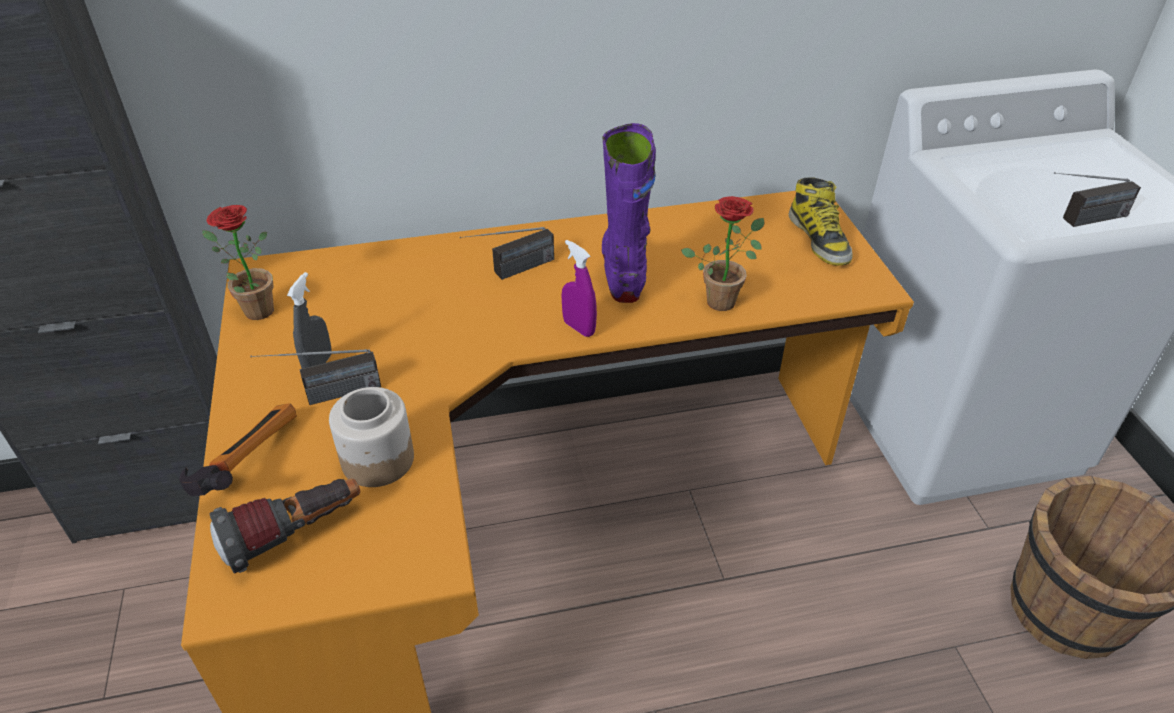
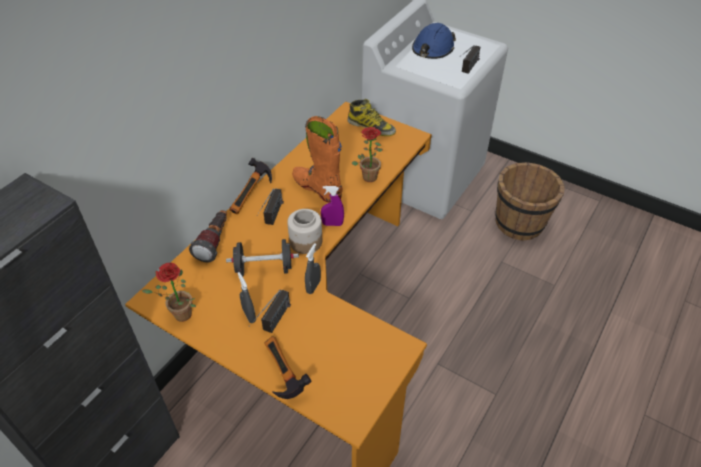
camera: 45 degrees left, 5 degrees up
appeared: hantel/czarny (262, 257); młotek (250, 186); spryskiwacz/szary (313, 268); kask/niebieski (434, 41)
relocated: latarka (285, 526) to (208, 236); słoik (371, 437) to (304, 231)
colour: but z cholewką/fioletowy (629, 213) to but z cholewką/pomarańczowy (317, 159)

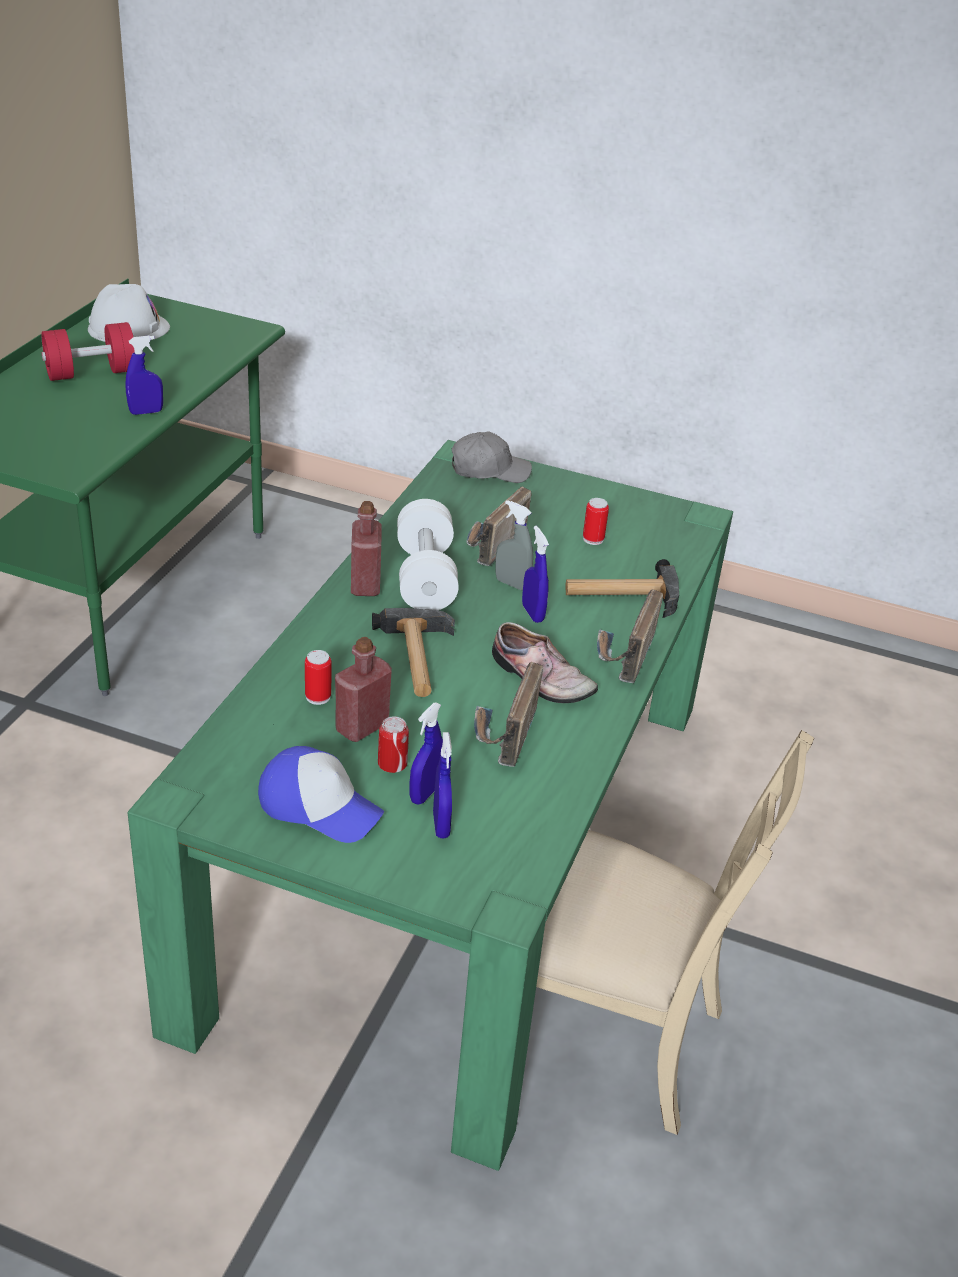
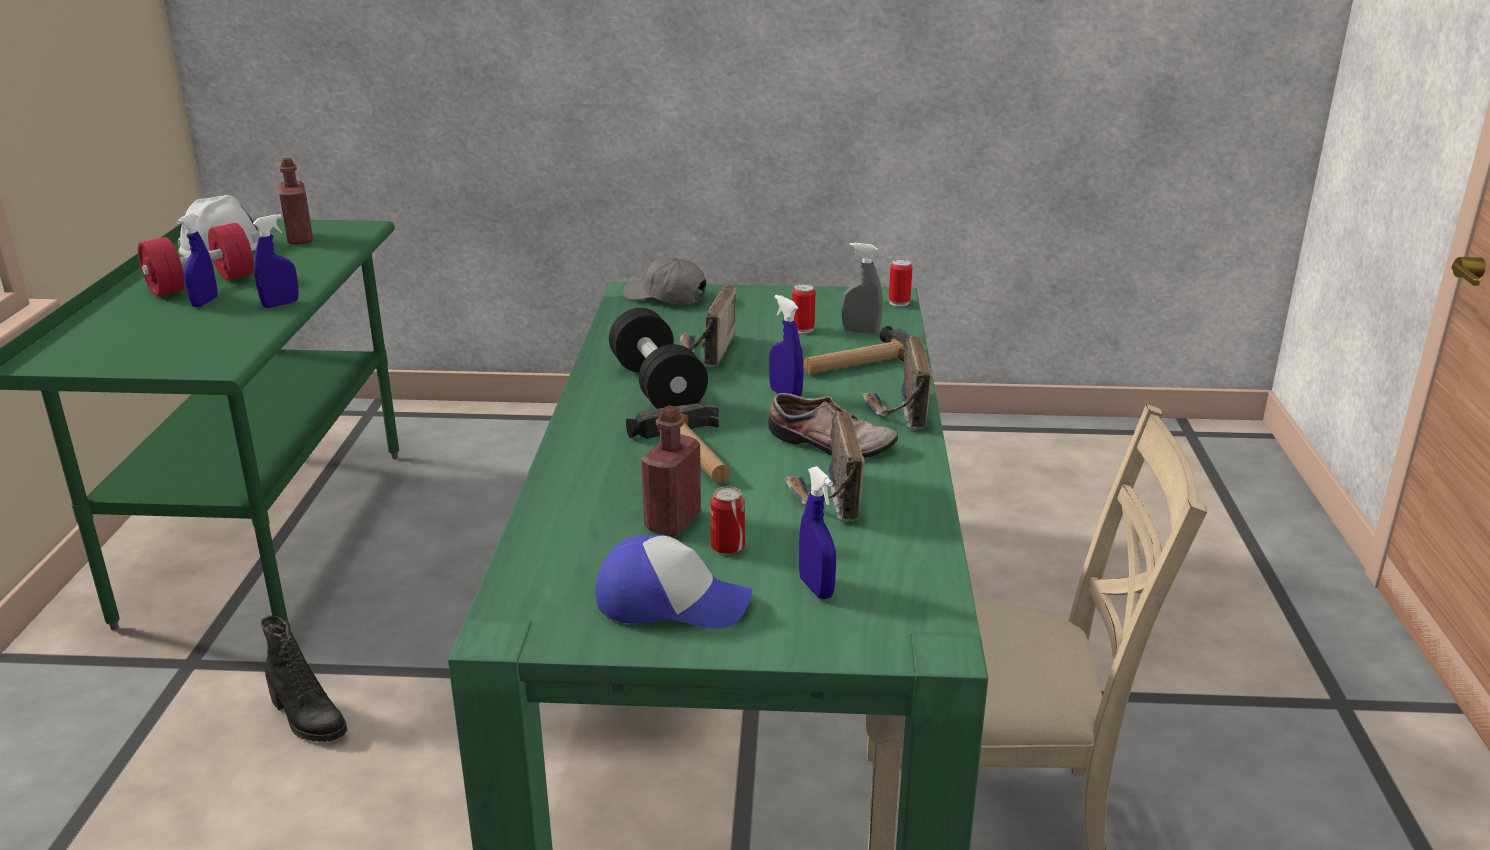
camera: 15 degrees left, 10 degrees down
appeared: but z cholewką/czarny (304, 679)
relocated: spryskiwacz/niebieski (426, 754) to (196, 260); butelka/czerwony (366, 548) to (295, 201); spryskiwacz/szary (514, 545) to (862, 288); puszka (318, 677) to (900, 282)
colour: hantel/biały (428, 554) to hantel/czarny (658, 358)
spun: czapka z daszkiem/szary (492, 457) = (665, 280) 135 degrees counterclockwise

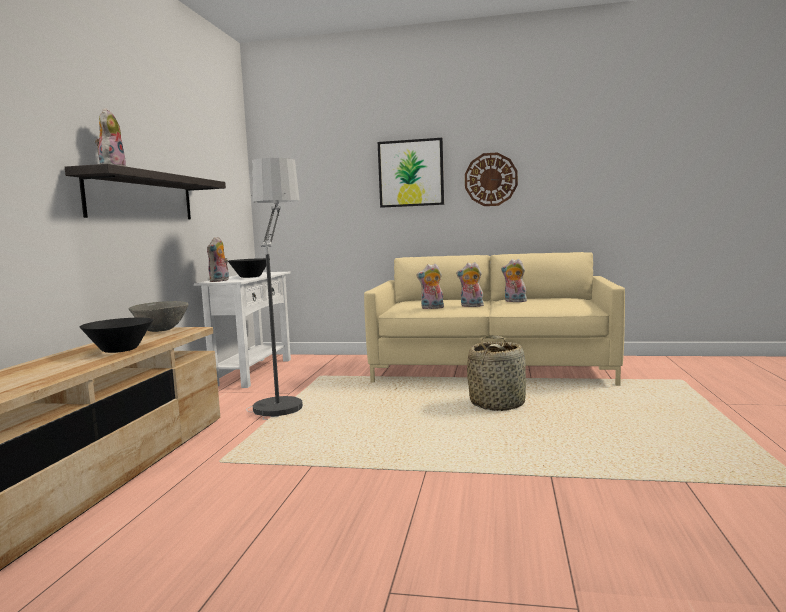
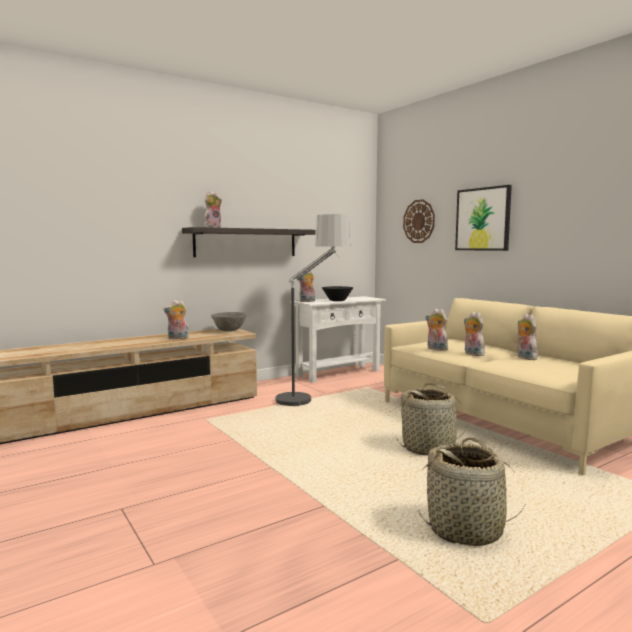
camera: 45 degrees right, 0 degrees up
appeared: koszyk (472, 491)
relocated: zegar ścienny (491, 179) to (419, 221)
exchanged: miska/czarny (116, 335) to pluszak (176, 319)

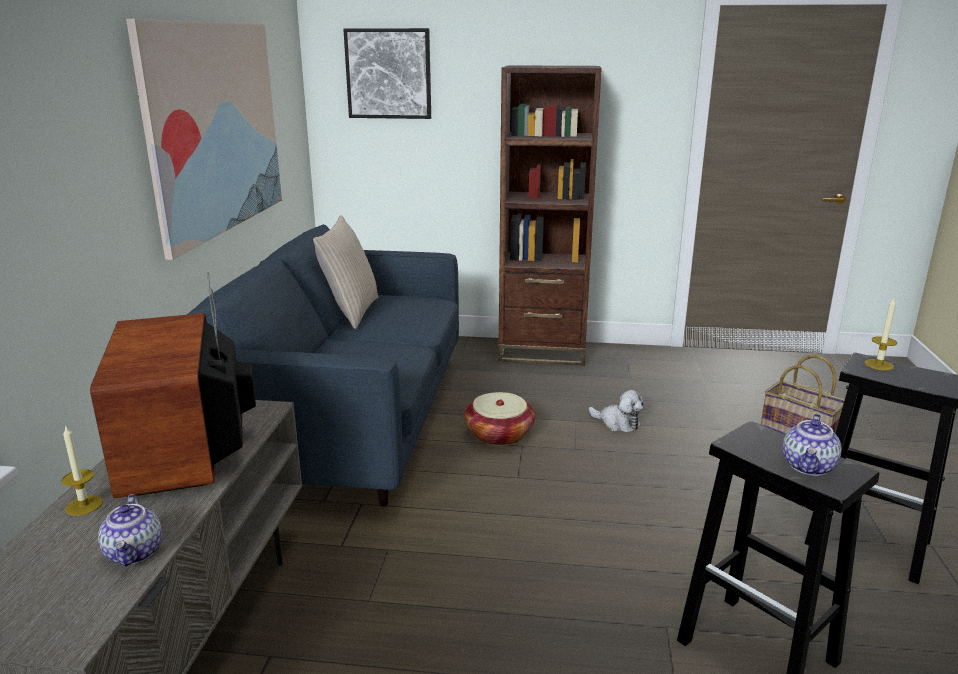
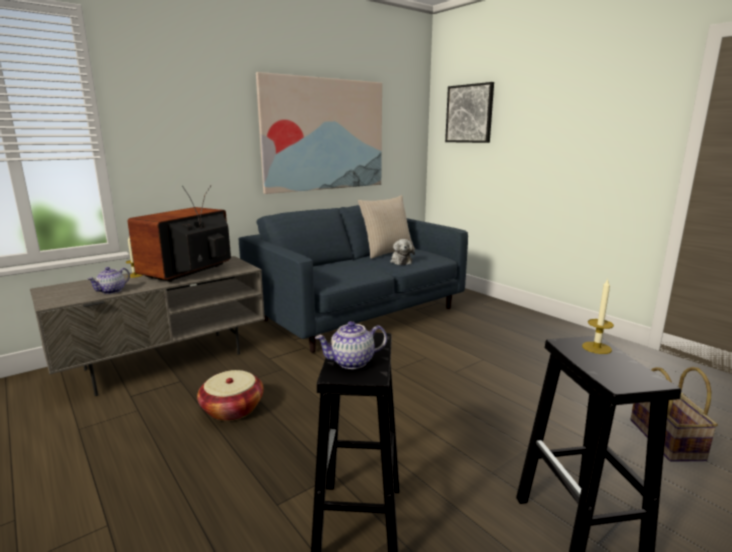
camera: 45 degrees right, 5 degrees down
missing: regał/brązowy (550, 215)
relocated: koszyk (499, 419) to (230, 395); pluszak (616, 411) to (402, 252)

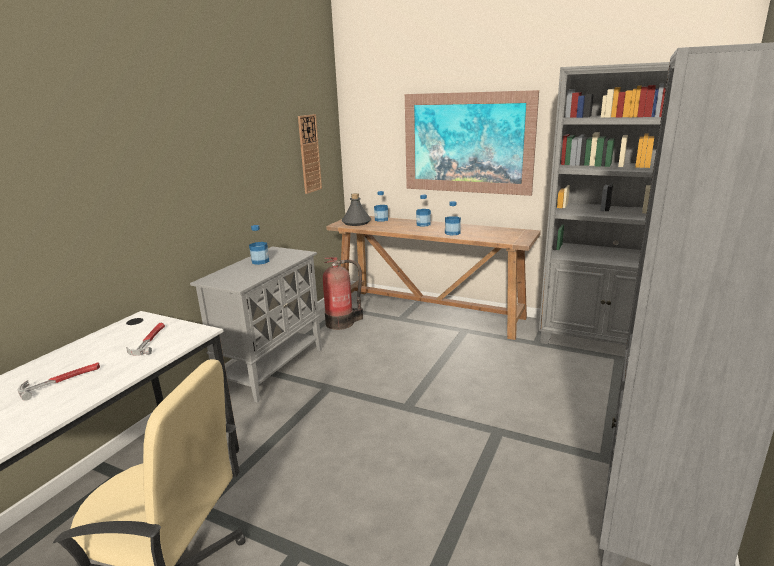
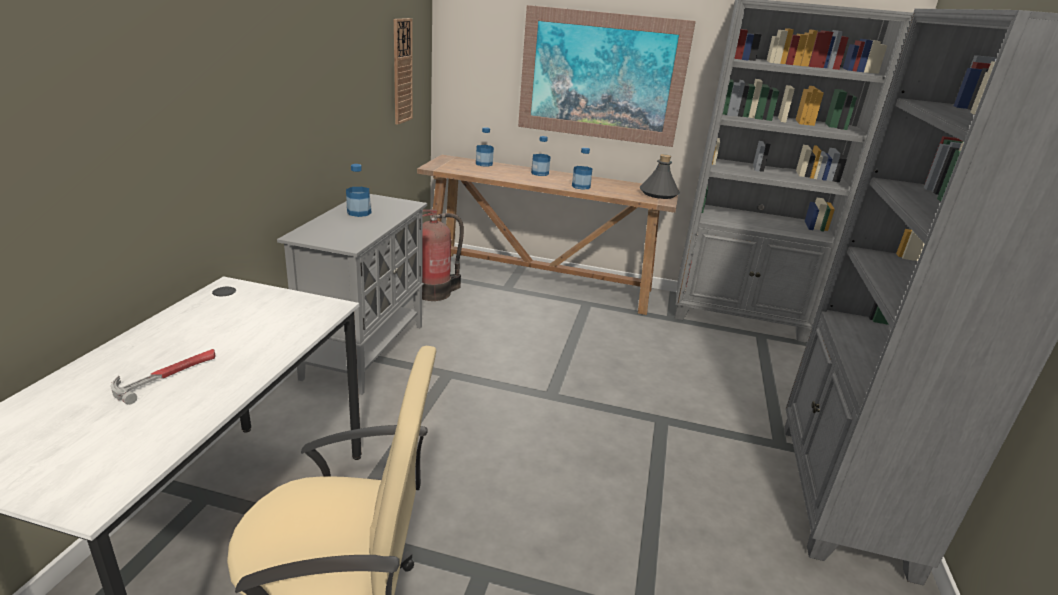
camera: 15 degrees left, 5 degrees up
missing: młotek (145, 339)
relocated: butelka/szary (356, 209) to (660, 176)

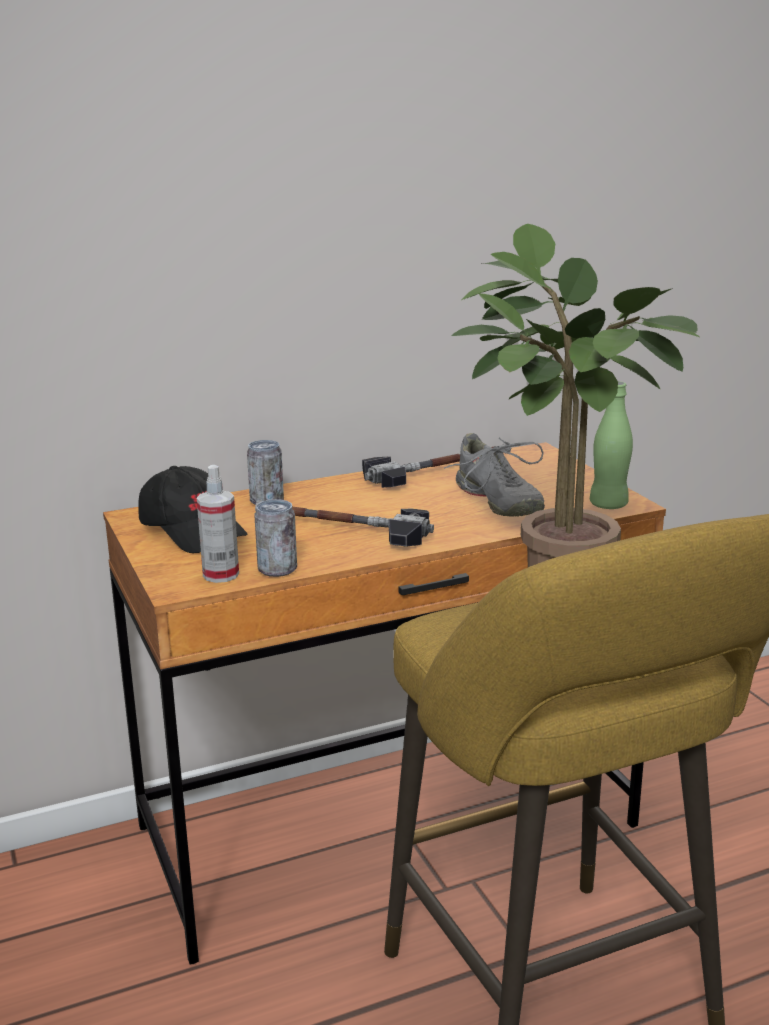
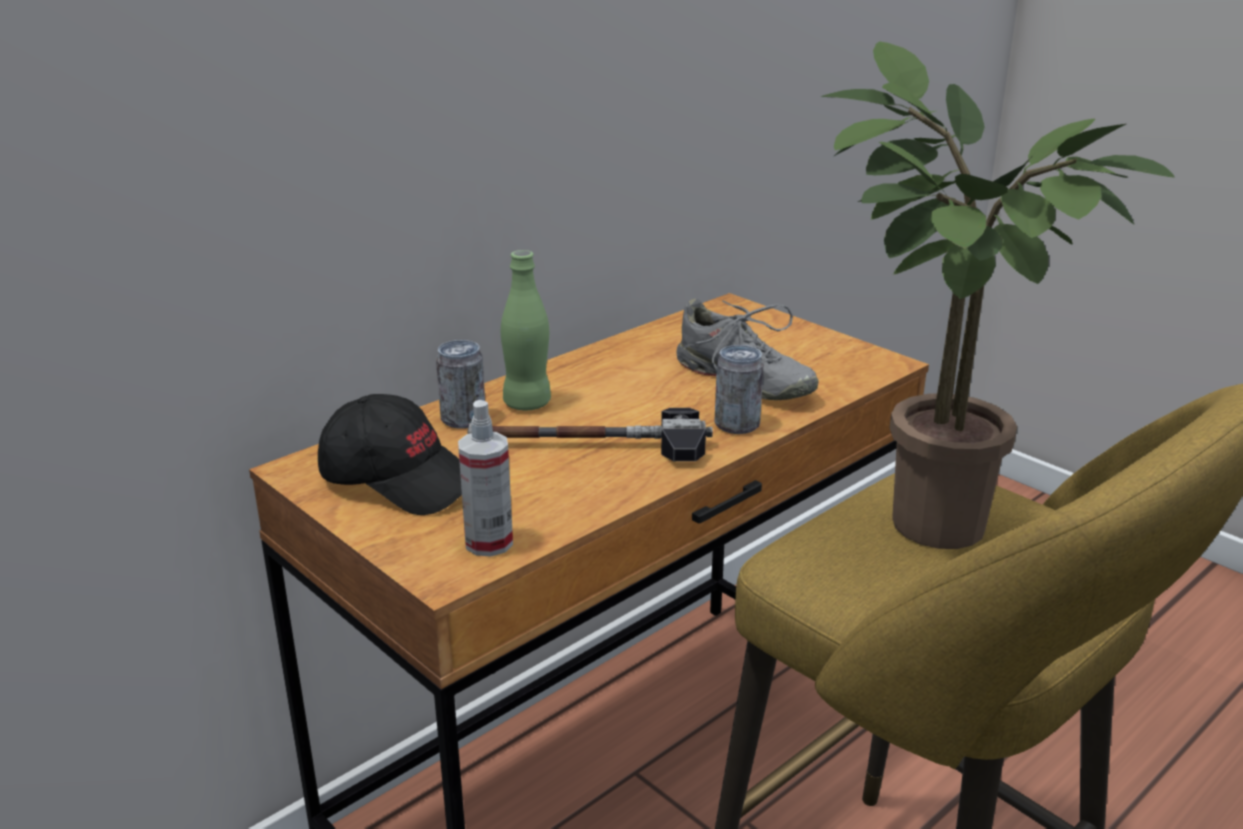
camera: 20 degrees left, 5 degrees up
missing: młotek (436, 465)
relocated: butelka/zielony (611, 445) to (526, 330); puszka (275, 538) to (739, 389)

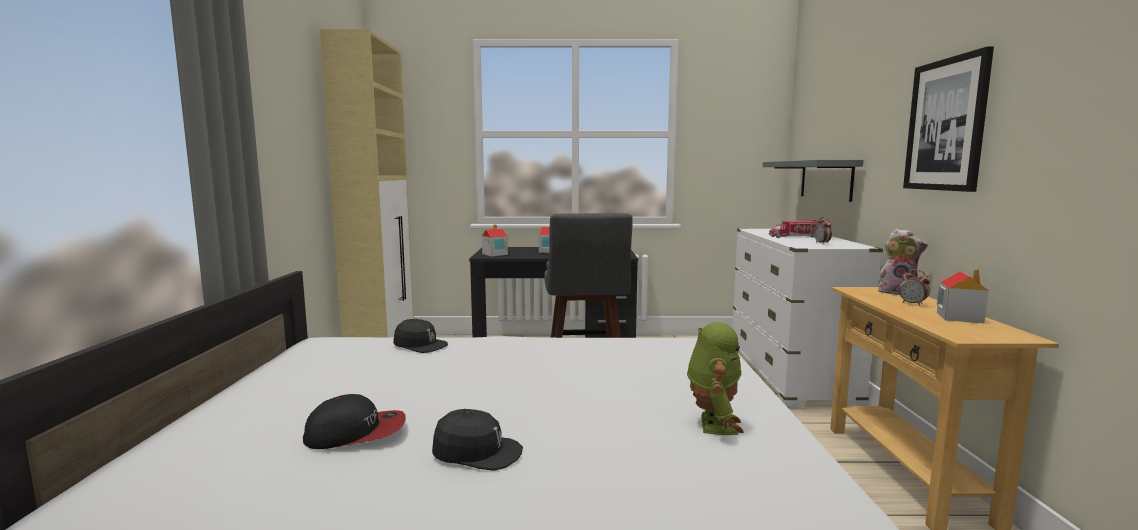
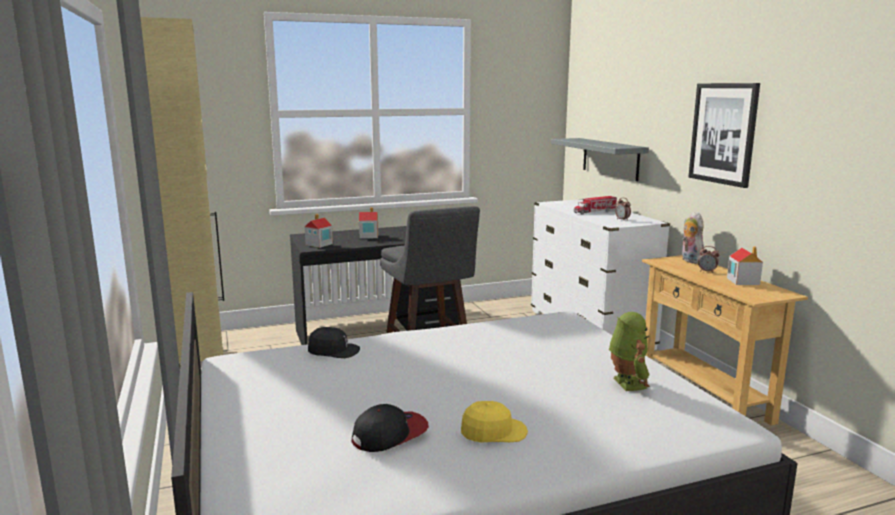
camera: 20 degrees left, 5 degrees up
colour: czapka z daszkiem/czarny (477, 440) to czapka z daszkiem/żółty (494, 422)
spun: pluszak (903, 261) = (693, 238) 105 degrees counterclockwise

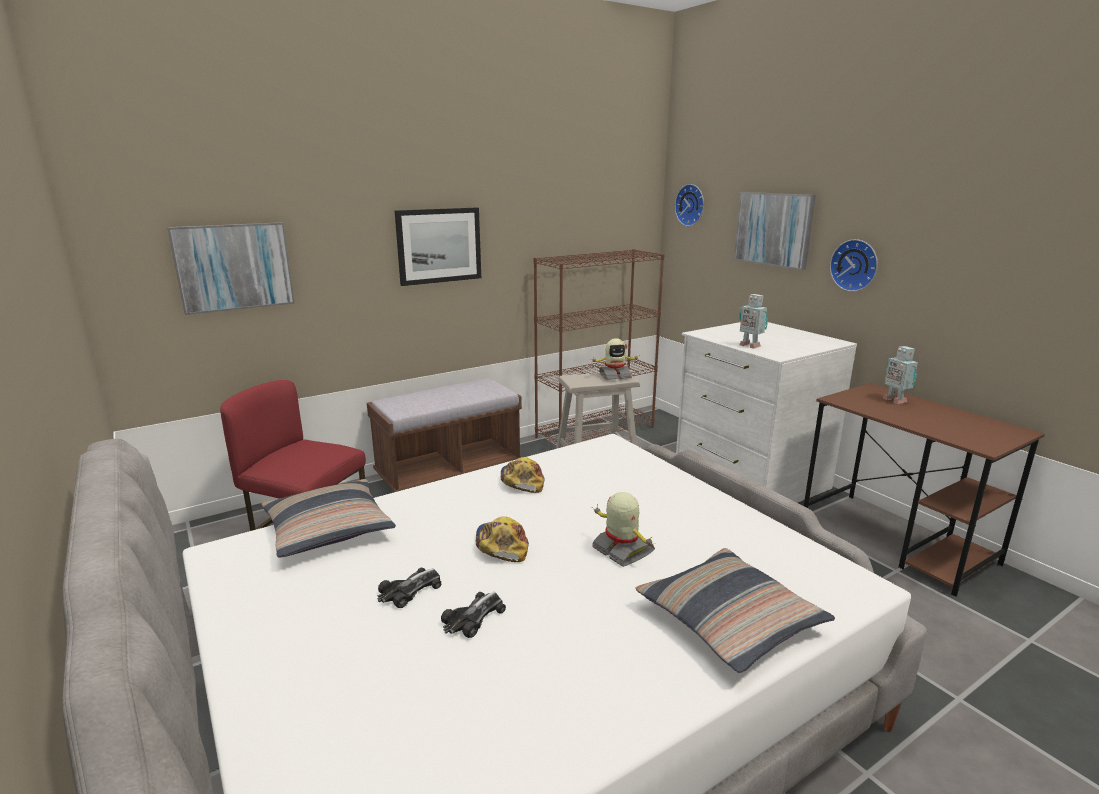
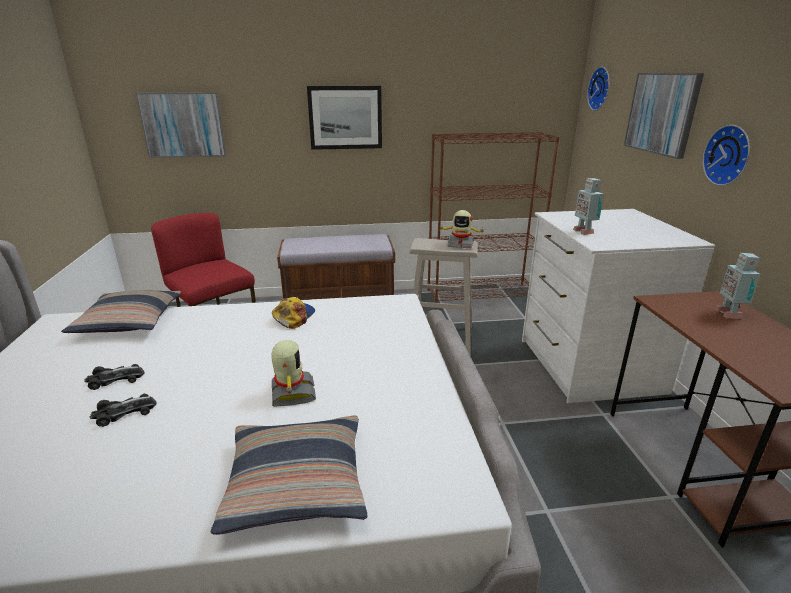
camera: 25 degrees right, 5 degrees up
missing: czapka z daszkiem (502, 539)

